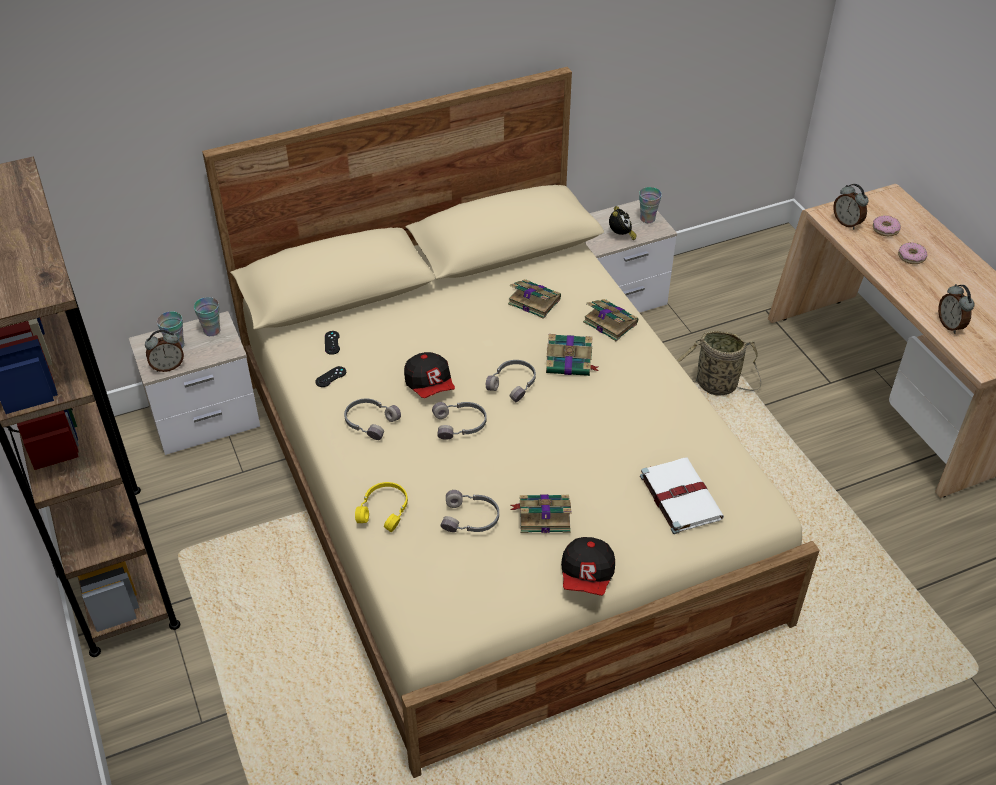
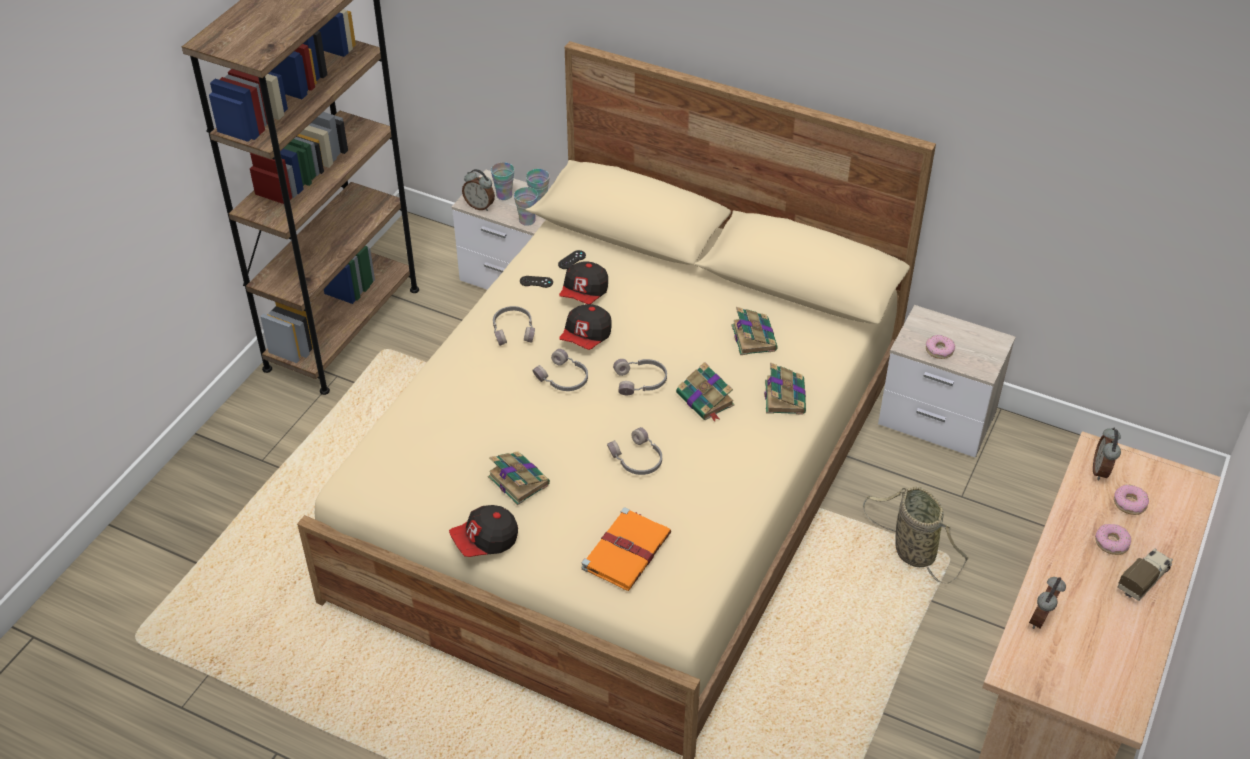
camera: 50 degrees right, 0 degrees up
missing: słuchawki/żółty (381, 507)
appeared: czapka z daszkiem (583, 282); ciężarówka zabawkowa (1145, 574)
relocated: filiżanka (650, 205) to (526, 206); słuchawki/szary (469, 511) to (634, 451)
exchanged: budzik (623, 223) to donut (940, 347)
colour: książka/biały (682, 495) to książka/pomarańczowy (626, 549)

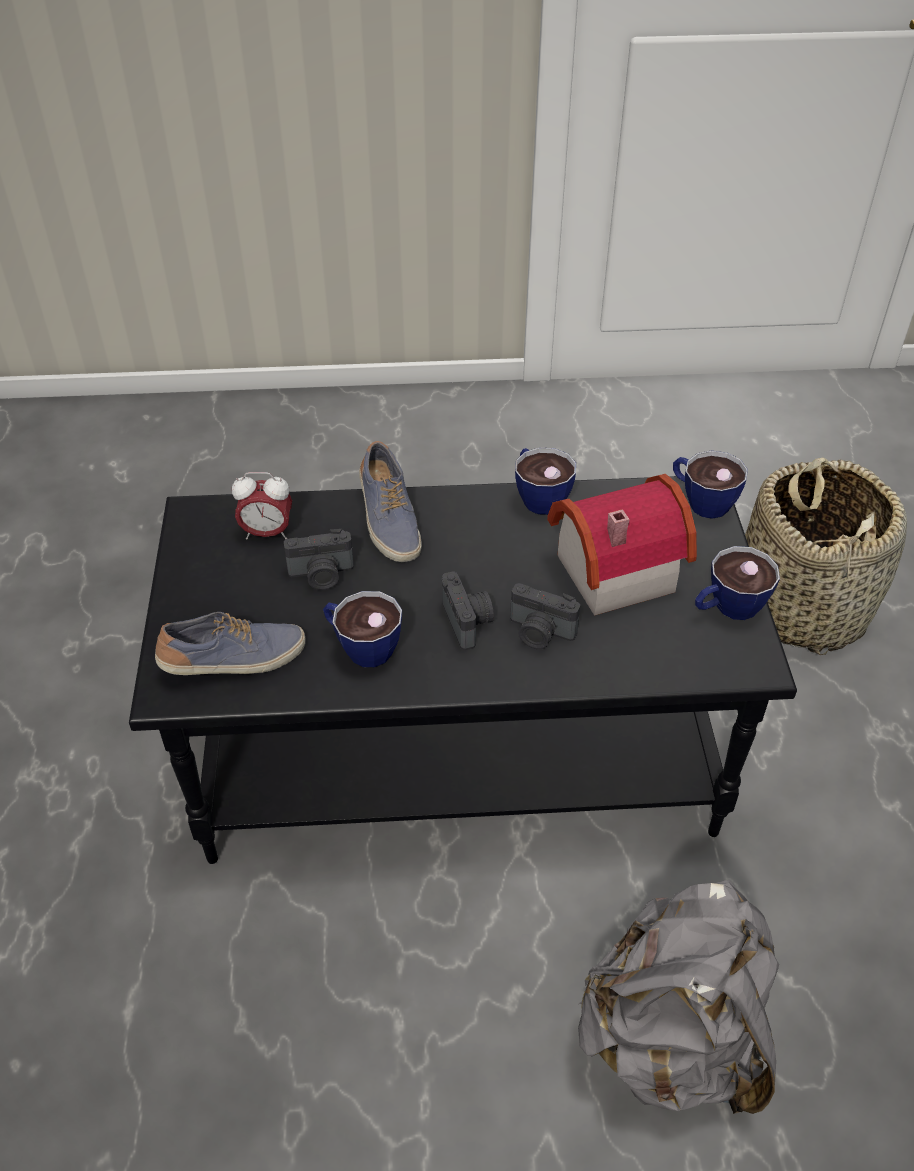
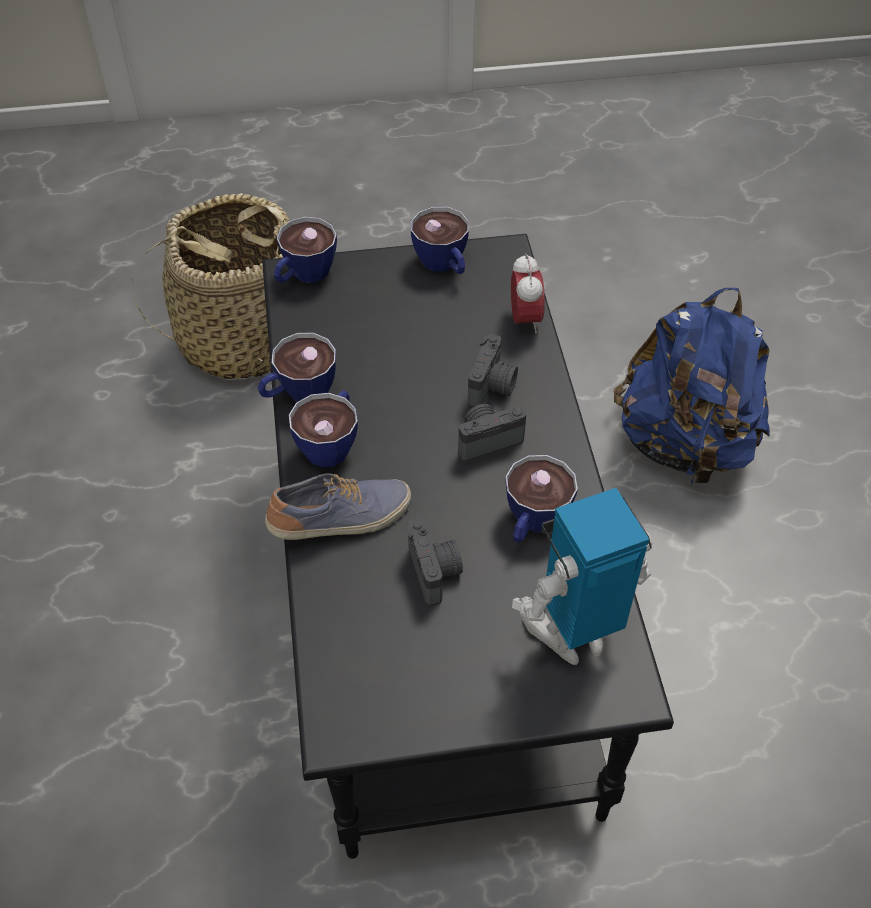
camera: 95 degrees left, 5 degrees up
missing: domek (622, 545)
appeared: filiżanka (323, 429)
relocated: budzik (262, 506) to (528, 293)
exchanged: but (230, 643) to robot zabawkowy (582, 576)
colour: plecak/szary (678, 997) to plecak/niebieski (692, 387)

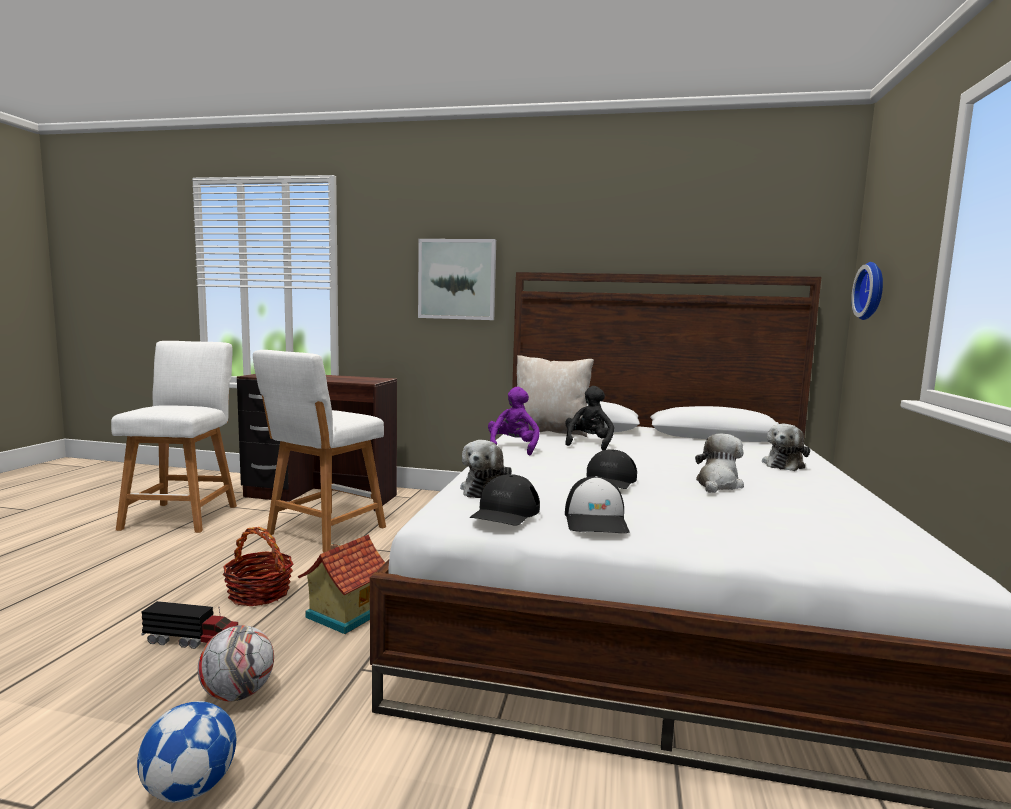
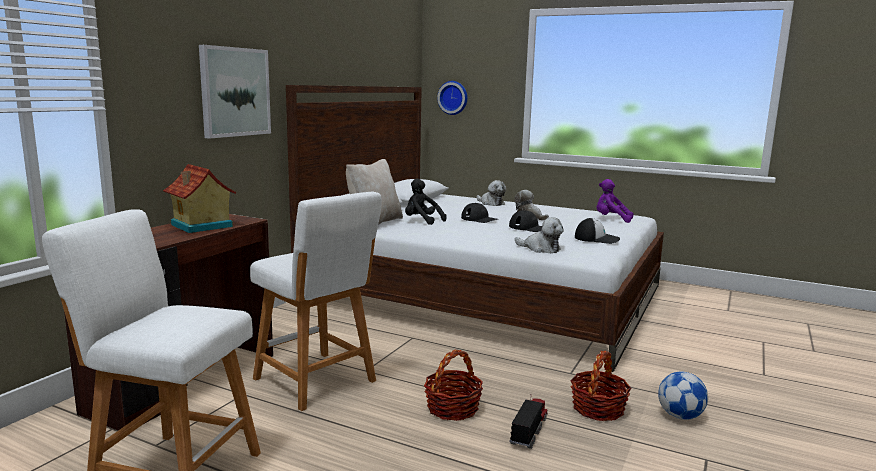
camera: 75 degrees left, 5 degrees up
relocated: domek (341, 584) to (199, 198); czapka z daszkiem/czarny (505, 500) to (479, 213); pluszak/fioletowy (514, 421) to (615, 201)
exchanged: piłka futbolowa (236, 663) to koszyk (601, 386)

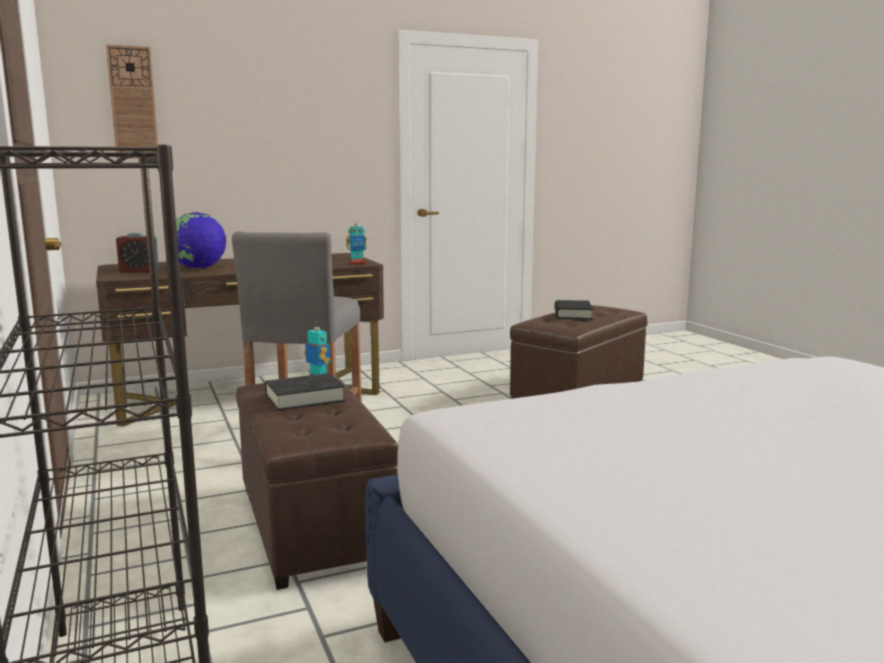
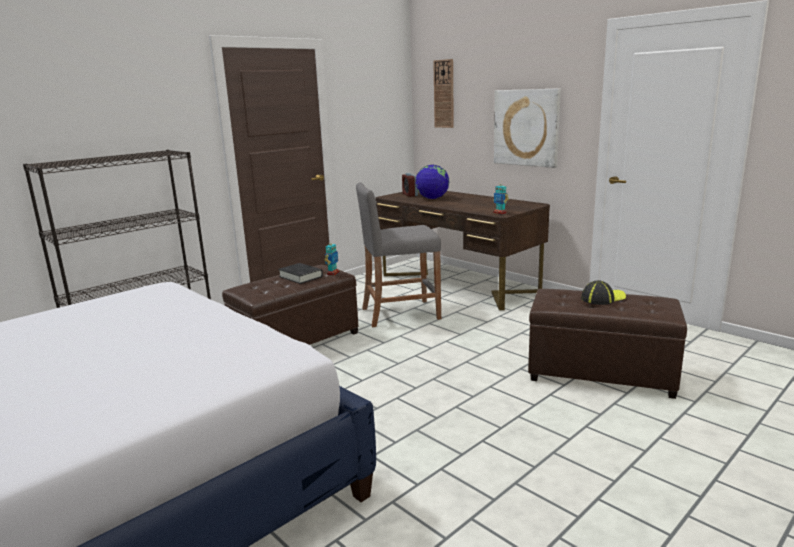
camera: 70 degrees right, 5 degrees up
appeared: obraz (527, 128)
exchanged: książka/czarny (574, 309) to czapka z daszkiem (603, 292)

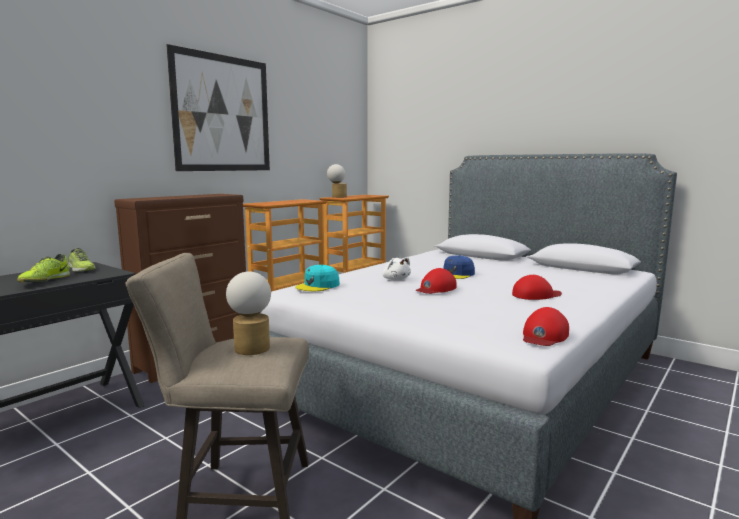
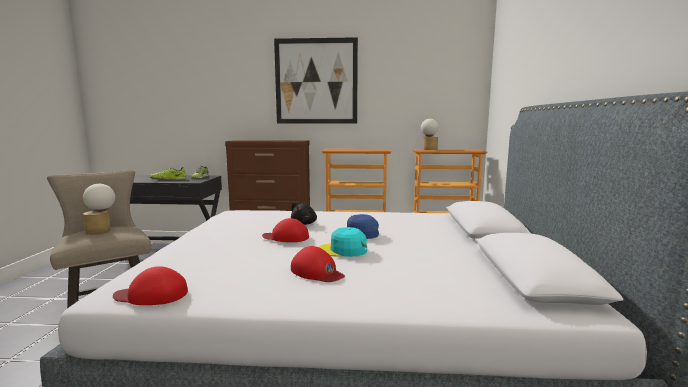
camera: 55 degrees right, 0 degrees up
relocated: czapka z daszkiem/turkusowy (317, 278) to (343, 242)
colour: pluszak/biały (397, 269) to pluszak/czarny (304, 214)

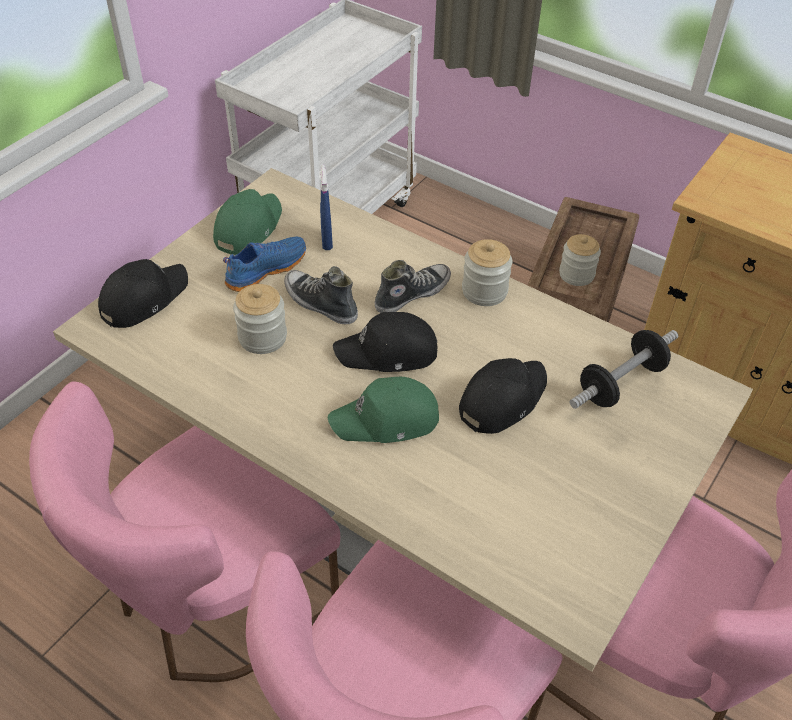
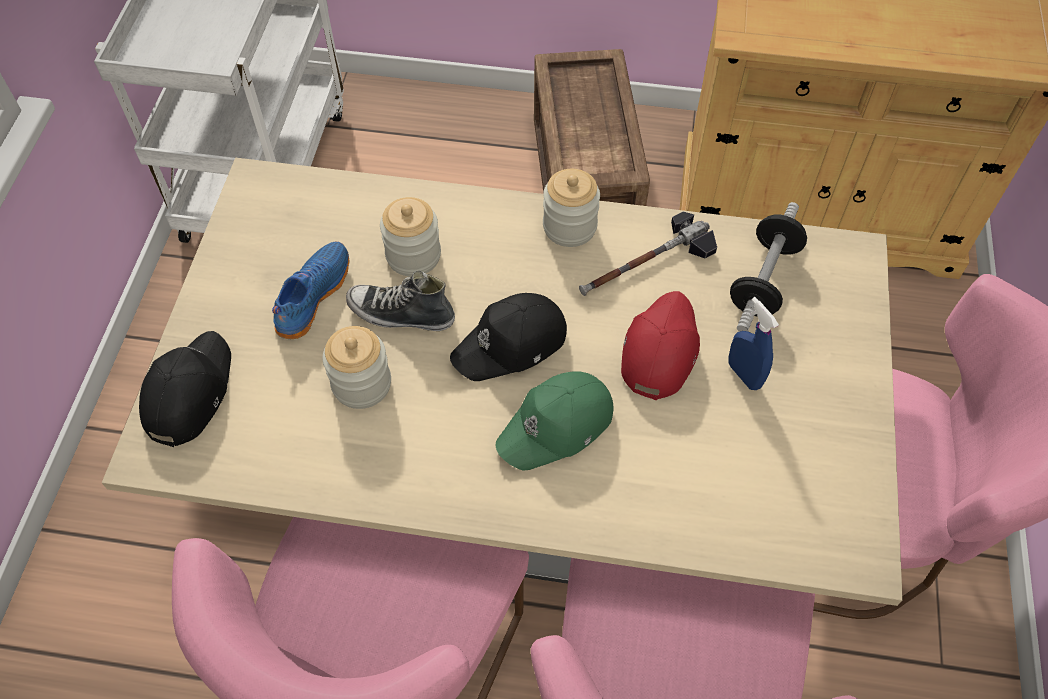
camera: 25 degrees left, 10 degrees up
missing: czapka z daszkiem/zielony (247, 222); but (413, 286)
appeared: młotek (648, 254)
relocated: słoik (580, 260) to (410, 237); spryskiwacz/niebieski (326, 207) to (754, 343)
colour: czapka z daszkiem/czarny (503, 396) to czapka z daszkiem/czerwony (660, 345)

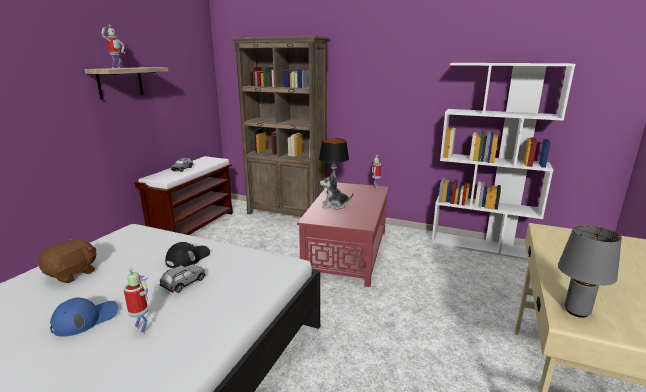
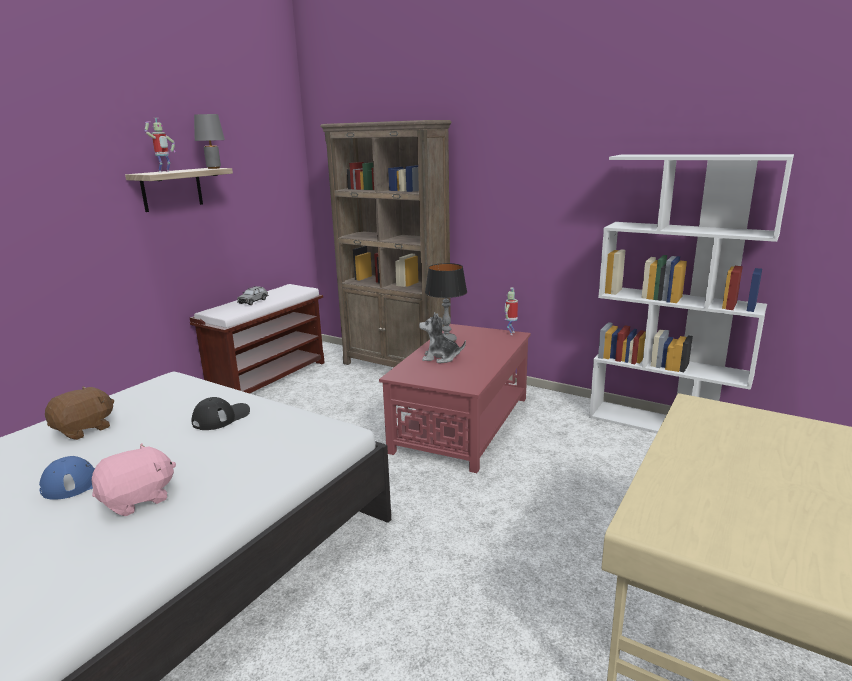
camera: 10 degrees right, 0 degrees up
missing: samochodzik/szary (182, 278)
relocated: lampa stołowa/szary (590, 271) to (209, 141)
exchanged: robot zabawkowy (136, 301) to pluszak/różowy (134, 479)

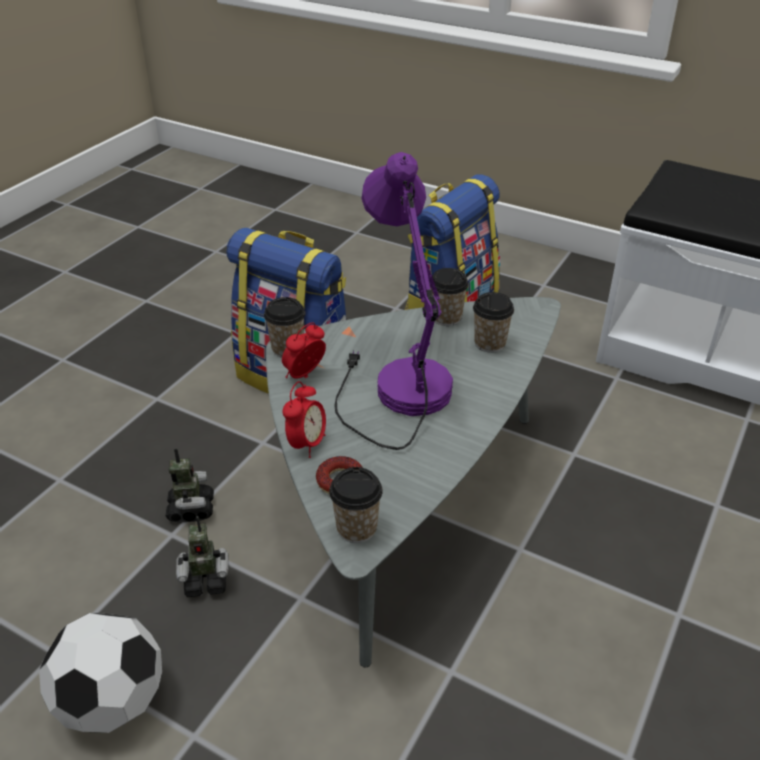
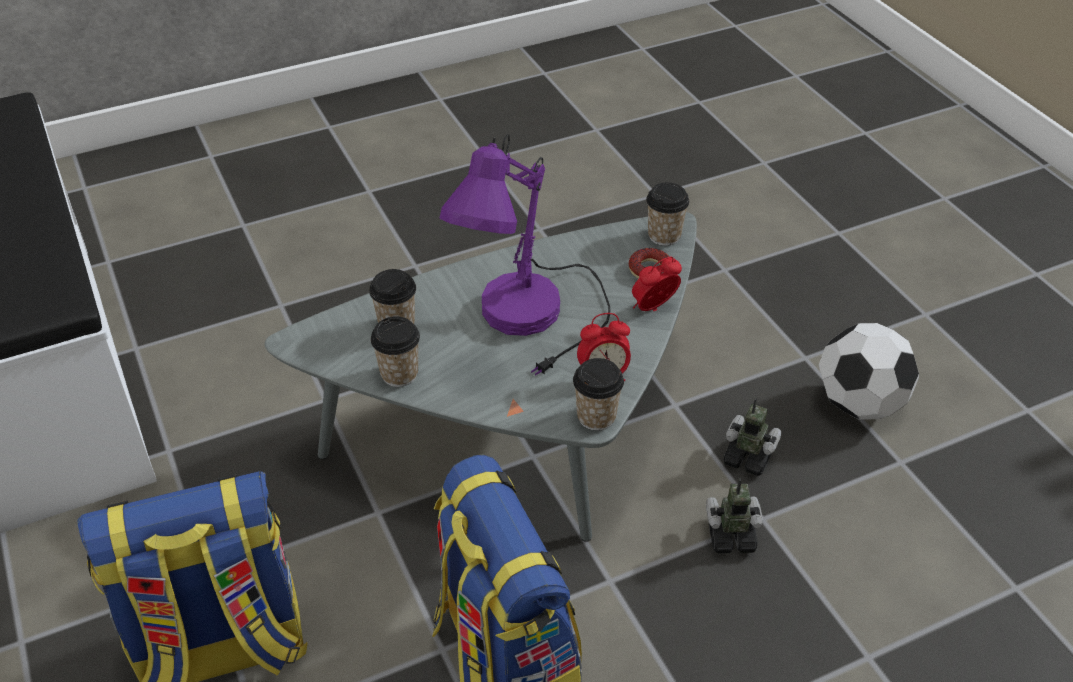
camera: 145 degrees left, 5 degrees up
spun: robot zabawkowy (190, 485) = (734, 515) 60 degrees clockwise

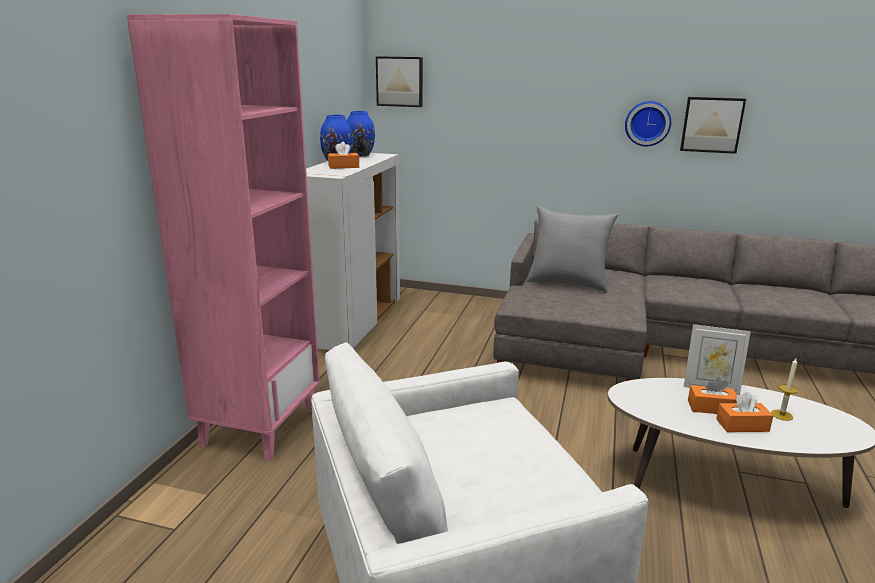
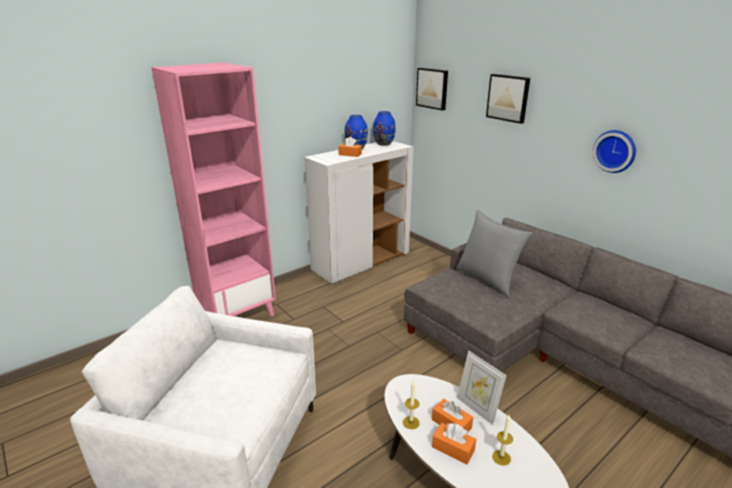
camera: 35 degrees right, 5 degrees up
appeared: świeca (411, 405)
relocated: obraz (713, 125) to (508, 99)

